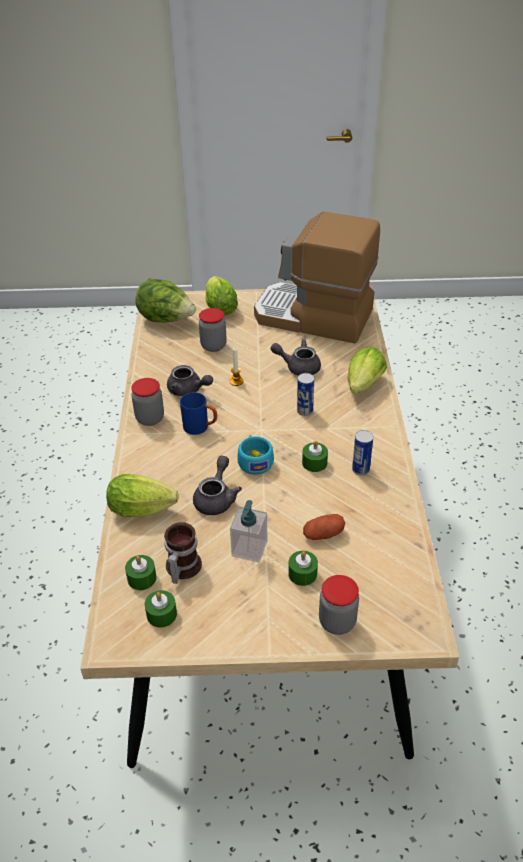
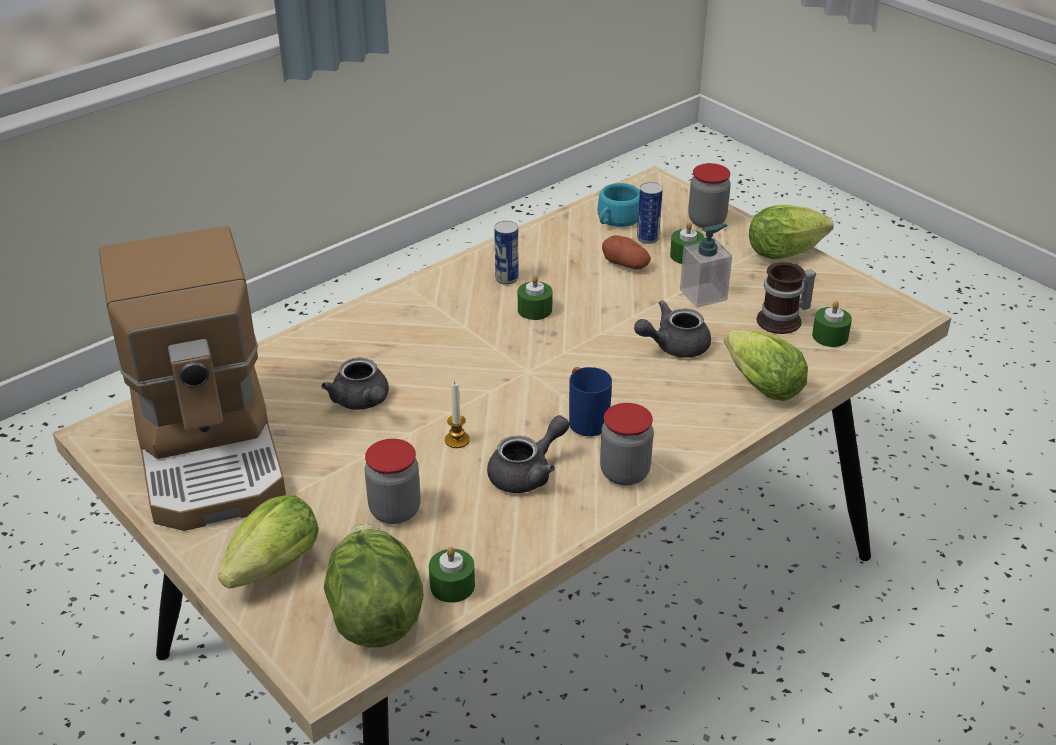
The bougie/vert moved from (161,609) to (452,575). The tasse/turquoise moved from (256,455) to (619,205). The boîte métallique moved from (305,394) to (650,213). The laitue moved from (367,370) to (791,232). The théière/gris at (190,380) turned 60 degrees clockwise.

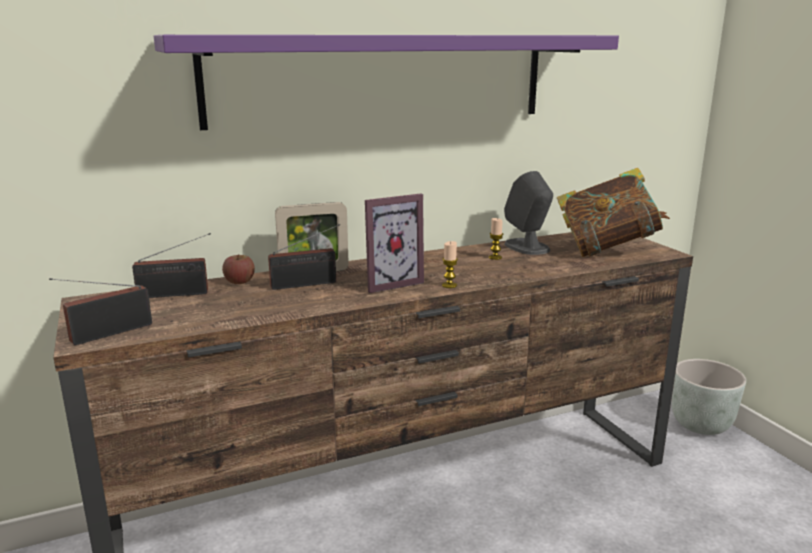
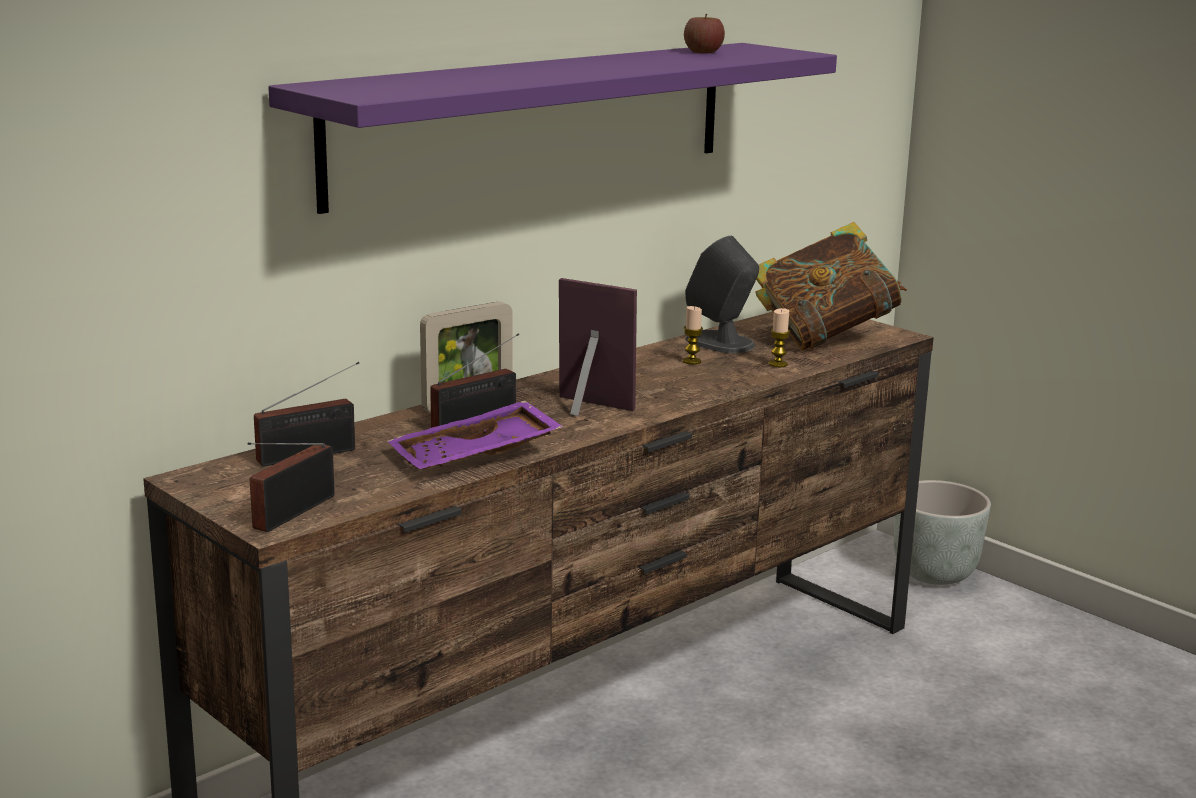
The plateau/violet at (475,434) appeared. The pomme moved from (238,269) to (704,33). The bougie moved from (450,264) to (779,337). The cadre photo at (394,243) turned 105 degrees counterclockwise.

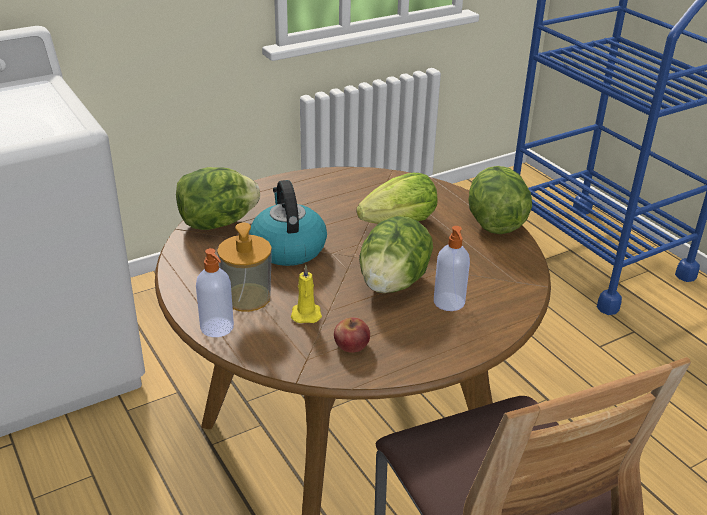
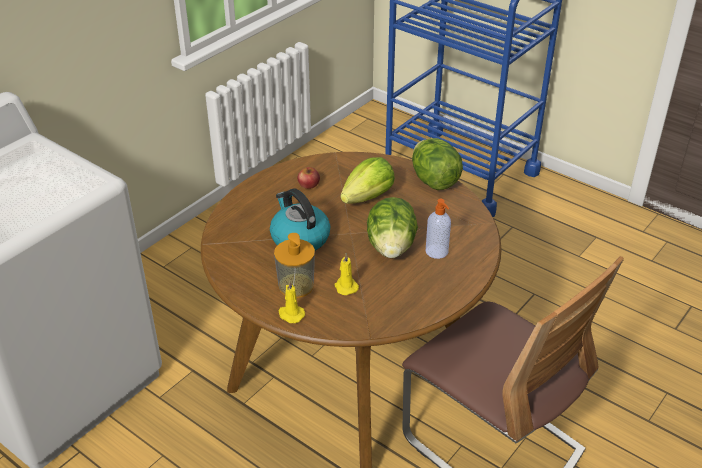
The laitue at (218,198) disappeared. The pomme moved from (352,335) to (309,178). The distributeur de savon at (215,292) was replaced by the bougie/jaune at (292,302).

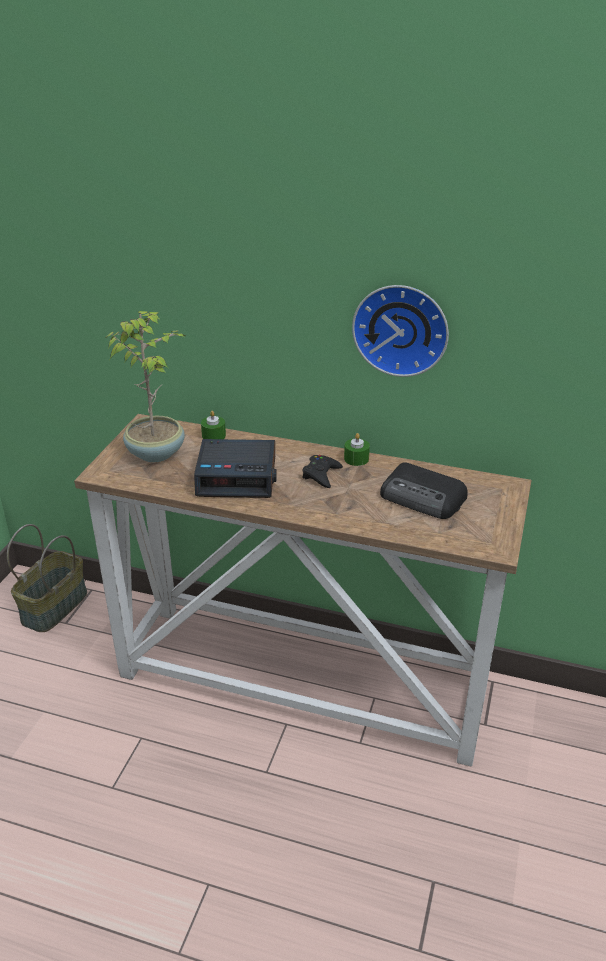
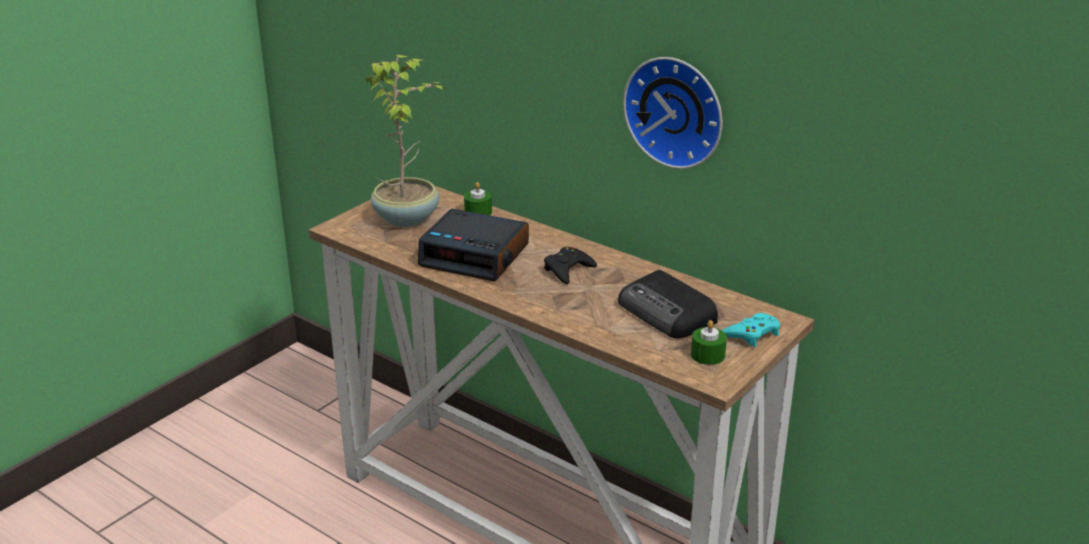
The panier at (47,578) disappeared. The manette/turquoise at (751,330) appeared. The bougie/vert moved from (357,449) to (709,342).

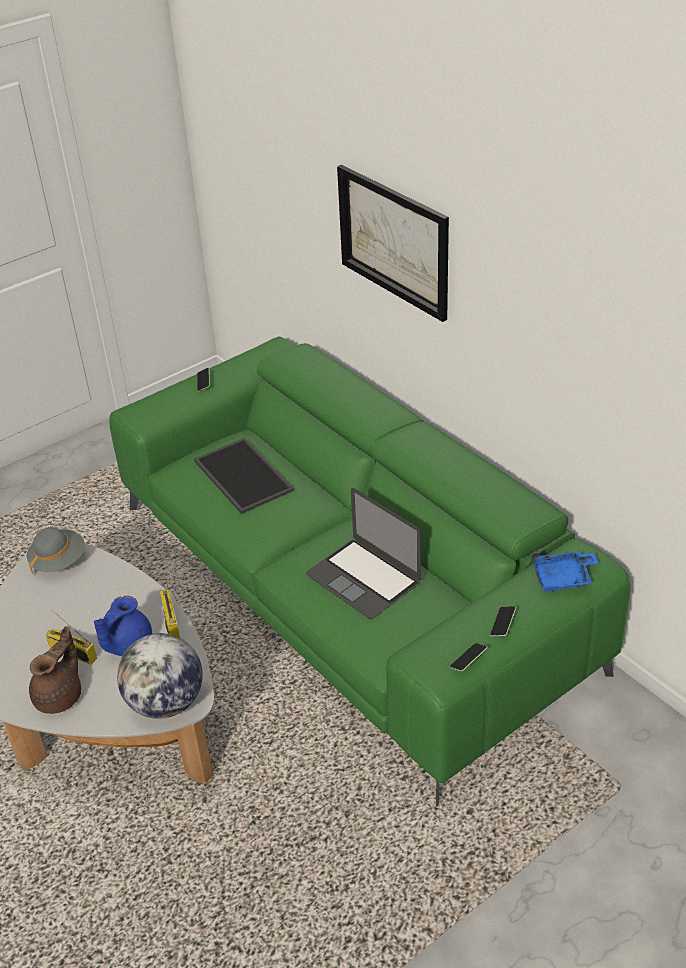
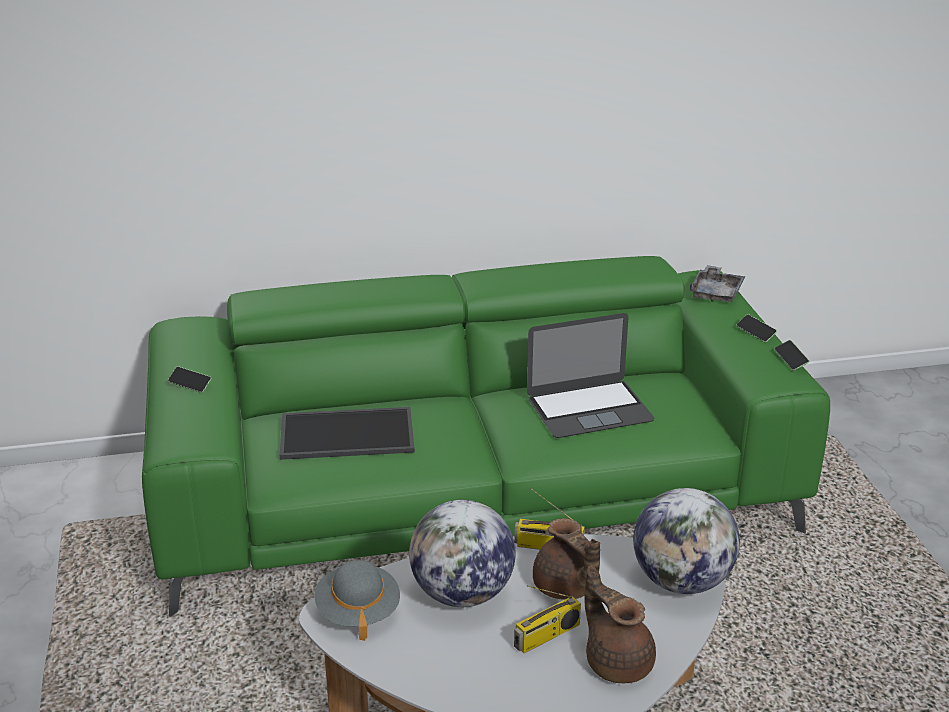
The tableau at (393,243) disappeared. The globe at (462,553) appeared. The théière/bleu at (123,626) became the théière/marron at (566,559). The plateau/bleu at (565,571) became the plateau/gris at (717,283).

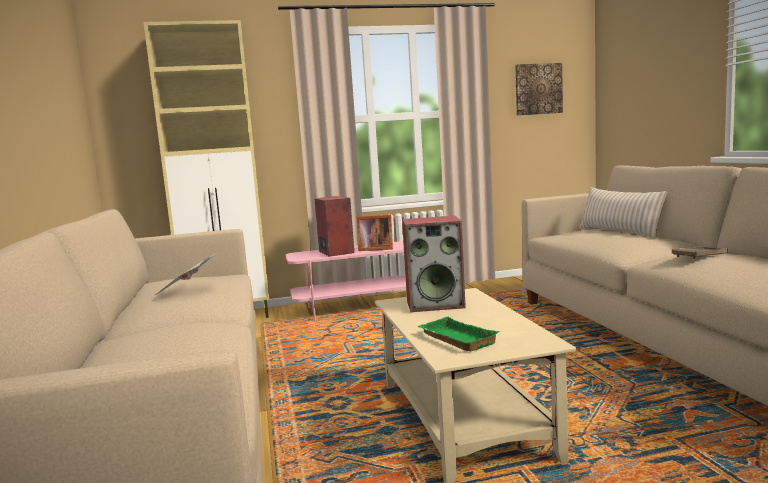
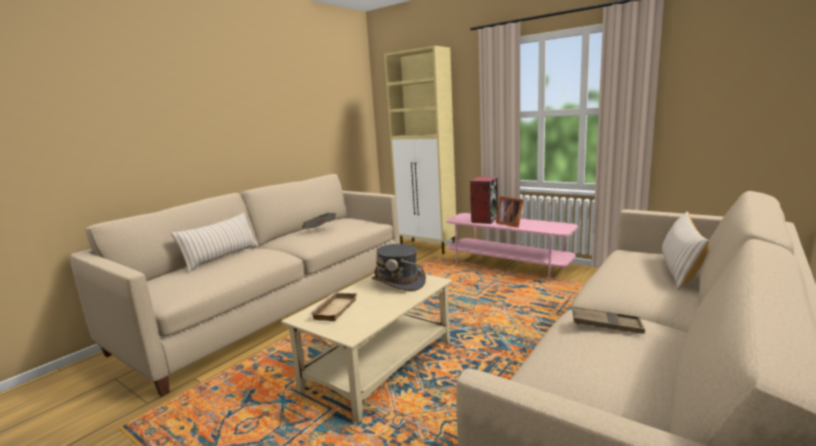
The tableau at (539,89) disappeared. The coussin/beige at (215,242) appeared. The enceinte at (434,264) was replaced by the chapeau/gris at (398,267). The plateau/vert at (458,334) became the plateau/beige at (333,306).

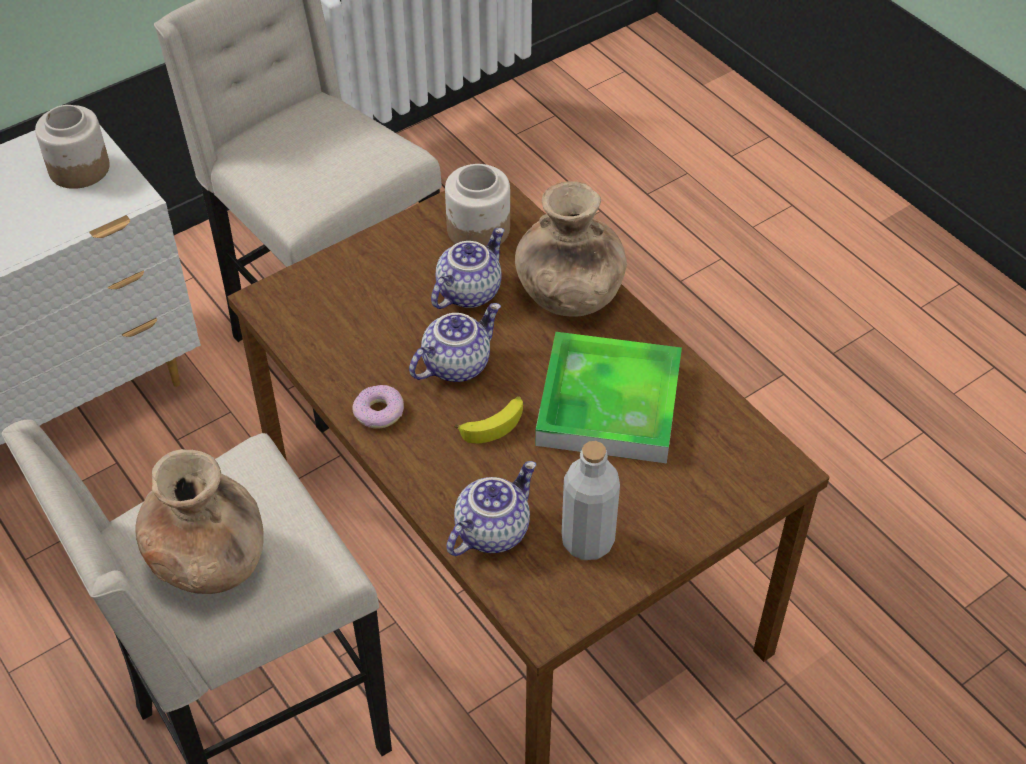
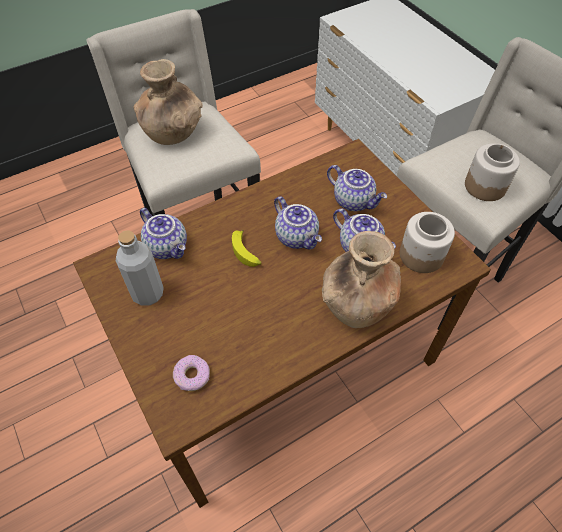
The plateau at (608,397) disappeared. The théière at (357,188) appeared. The bocal moved from (72,147) to (492,172). The beignet moved from (378,407) to (191,373).

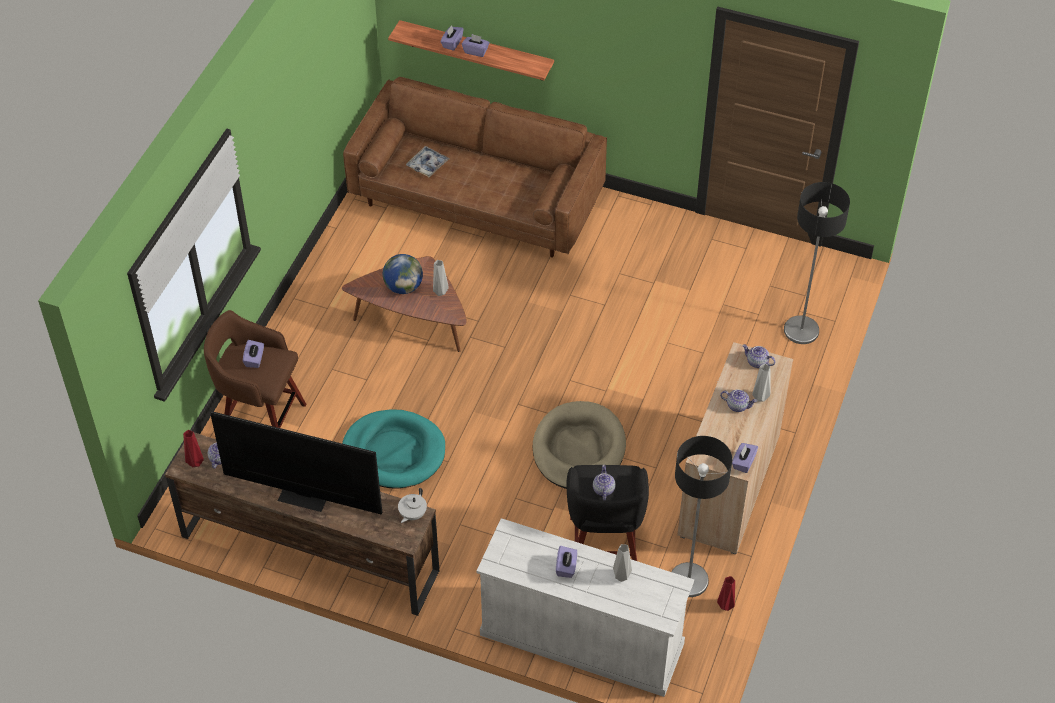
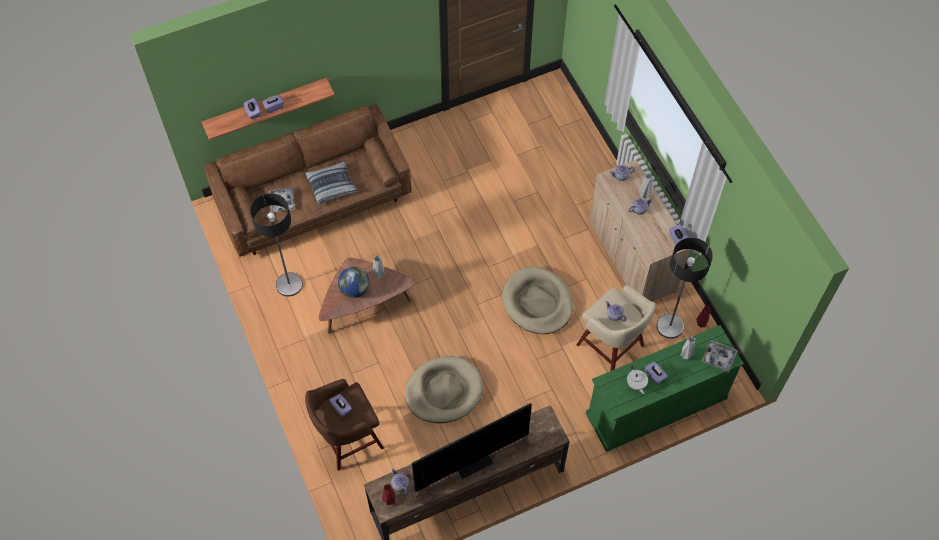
The coussin at (332,183) appeared. The plateau at (720,356) appeared. The théière/blanc moved from (412,505) to (637,379). The lampadaire moved from (817,263) to (276,245). The panier pour chien/turquoise at (393,449) became the panier pour chien/beige at (444,389). The commode/blanc at (585,607) became the commode/vert at (665,388). The tabouret/noir at (608,513) became the tabouret/beige at (616,328).

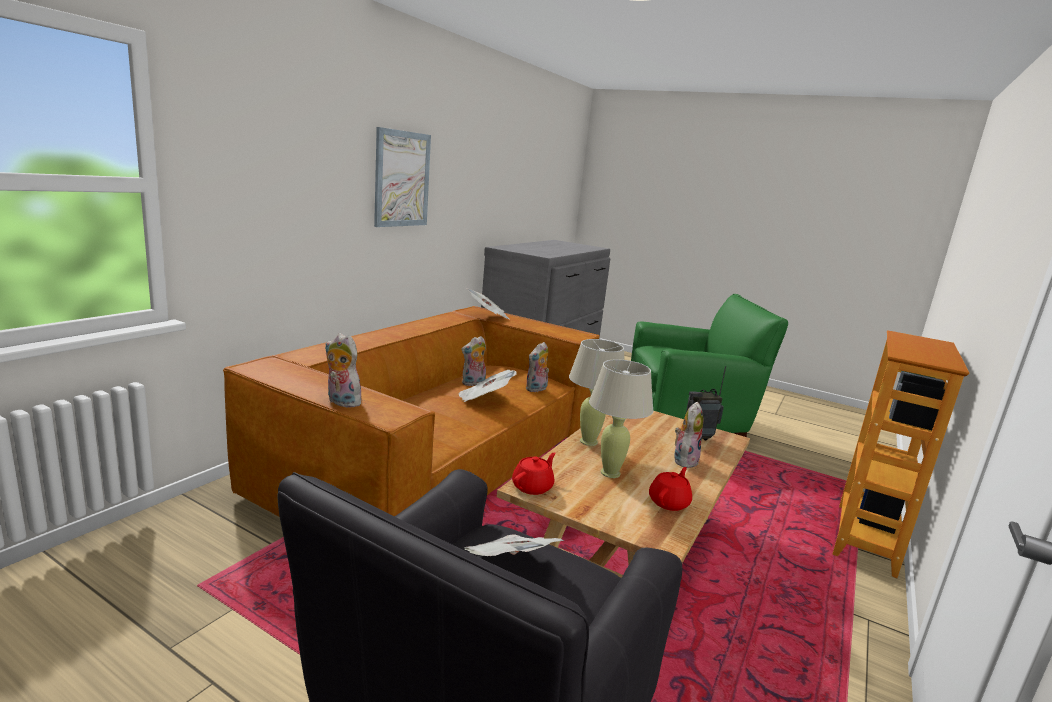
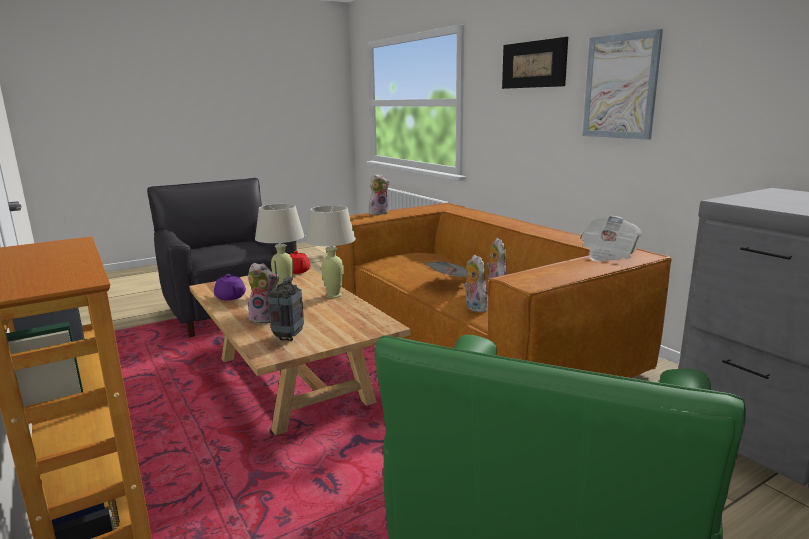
The journal at (515,545) disappeared. The tableau at (535,63) appeared. The théière/rouge at (670,489) became the théière/violet at (230,287). The peluche at (688,435) turned 45 degrees counterclockwise.

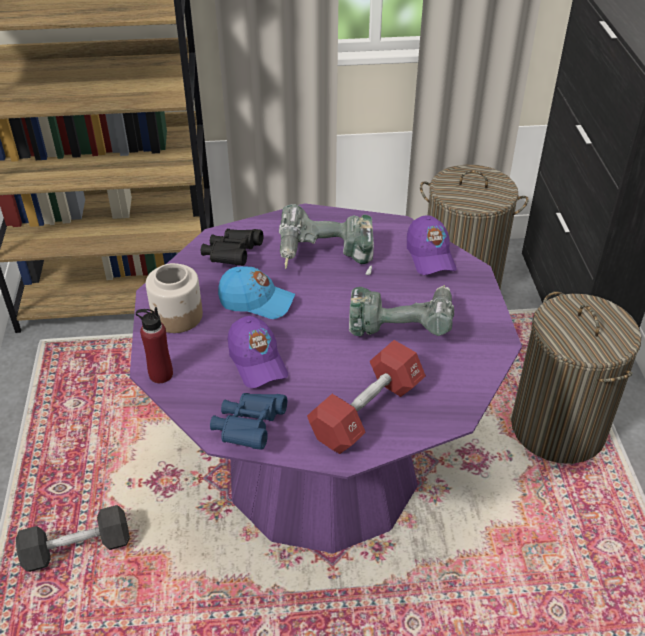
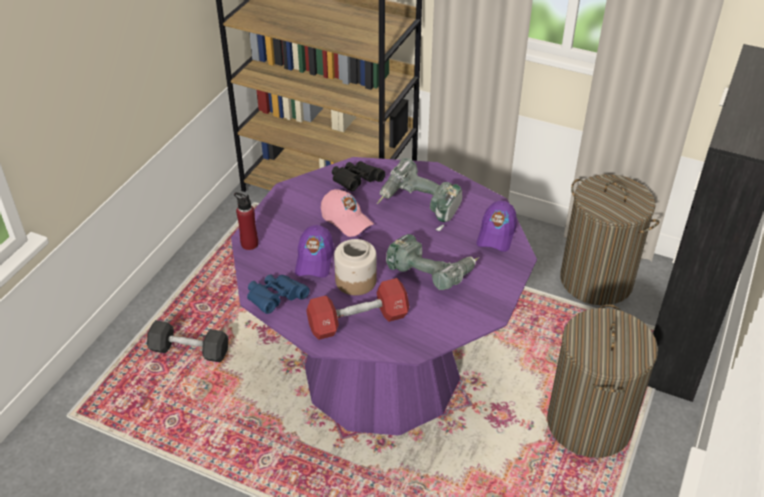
The bocal moved from (174,298) to (355,267). The casquette/bleu at (256,292) became the casquette/rose at (347,213).

